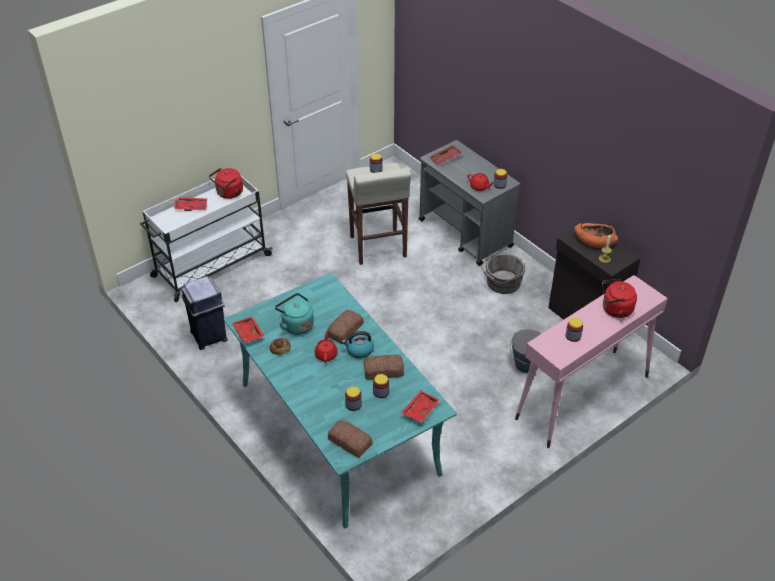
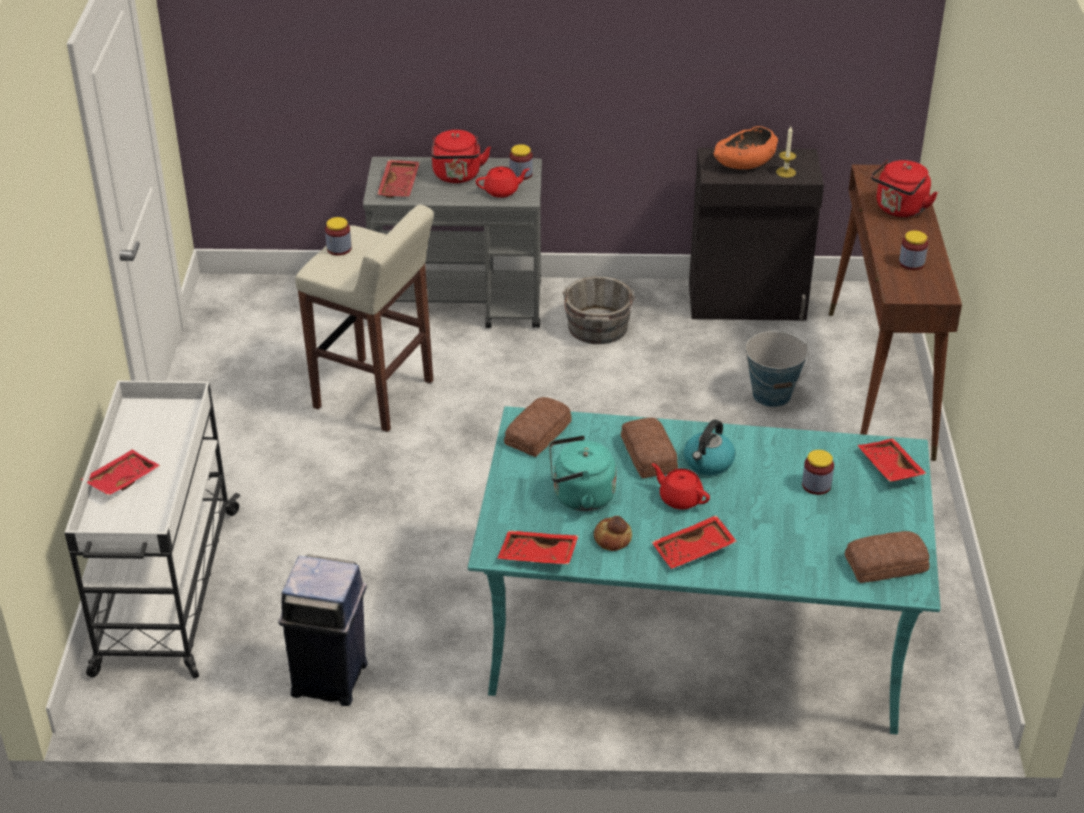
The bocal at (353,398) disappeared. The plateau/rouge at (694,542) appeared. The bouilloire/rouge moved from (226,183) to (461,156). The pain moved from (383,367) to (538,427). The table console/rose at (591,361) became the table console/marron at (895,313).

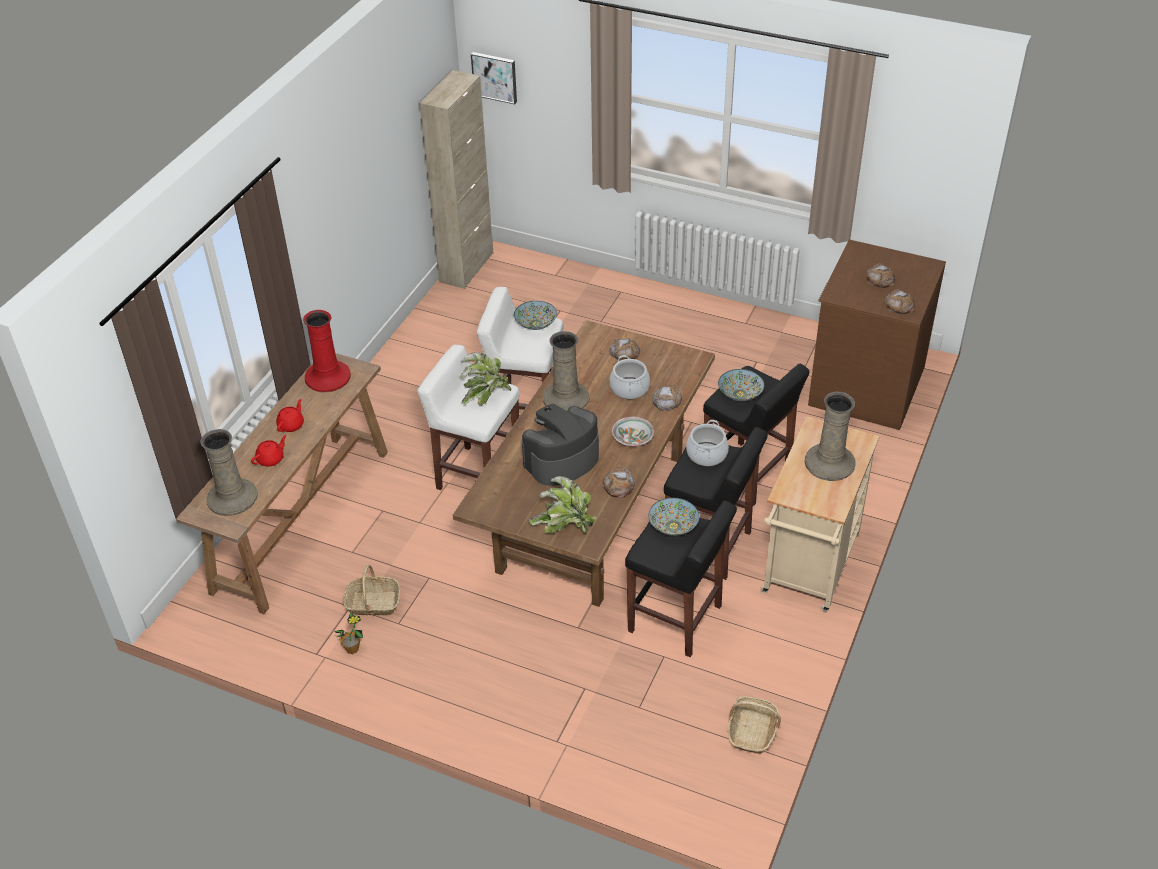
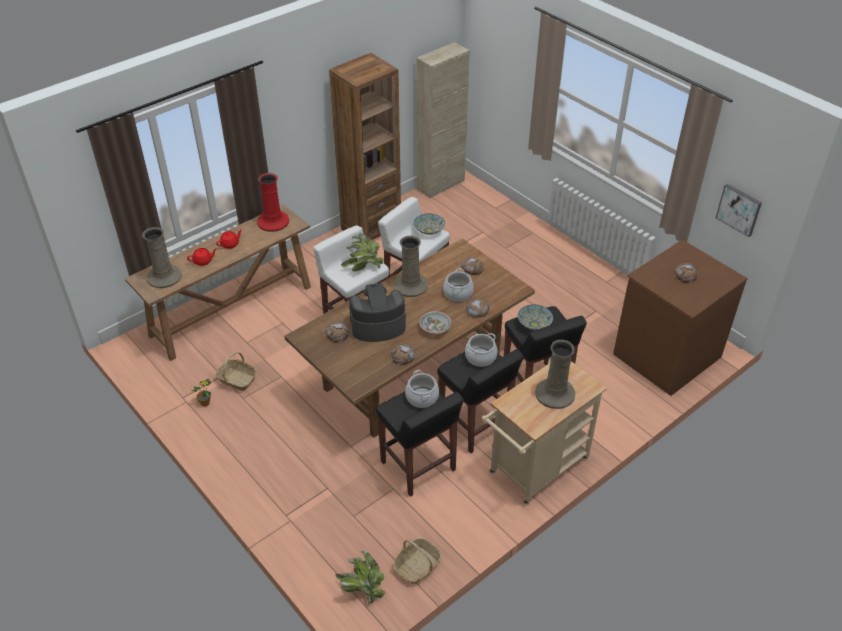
The bibliothèque/marron at (365,146) appeared. The tableau moved from (494,78) to (739,210). The plante en pot moved from (562,505) to (360,577). The pain moved from (899,301) to (337,331). The bol at (673,517) was replaced by the marmite at (422,389).

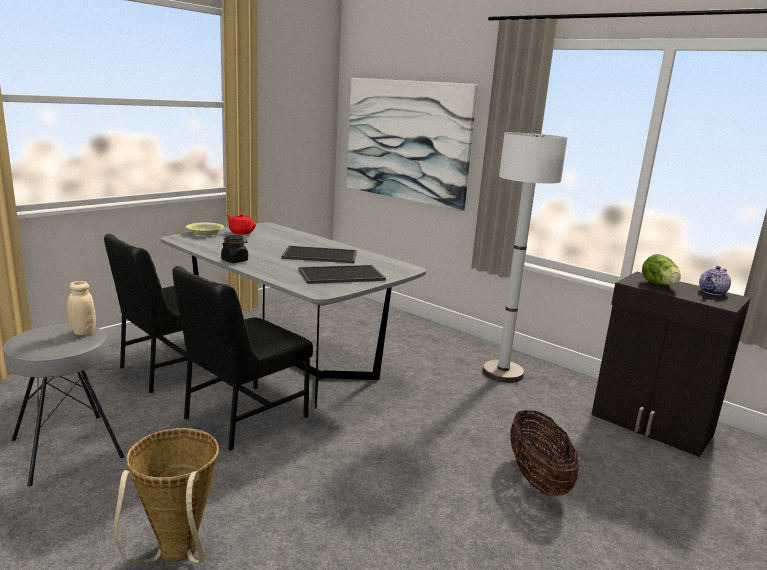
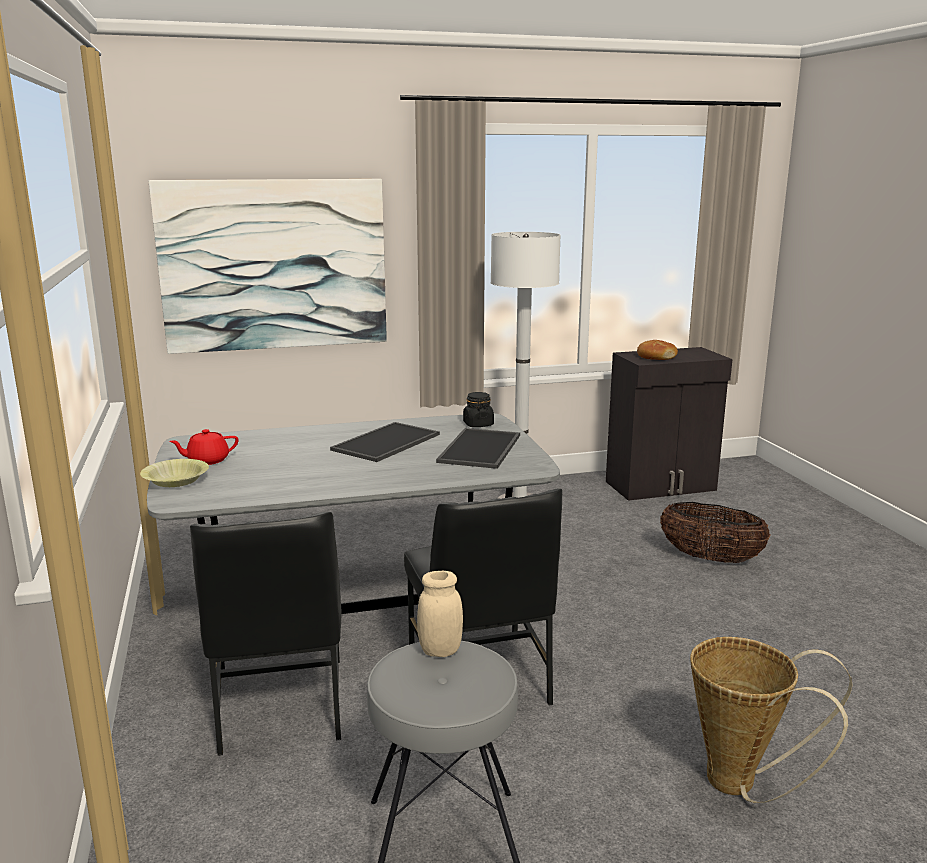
The théière at (715,280) disappeared. The bocal/noir moved from (234,249) to (478,409). The laitue at (661,269) was replaced by the pain at (657,350).

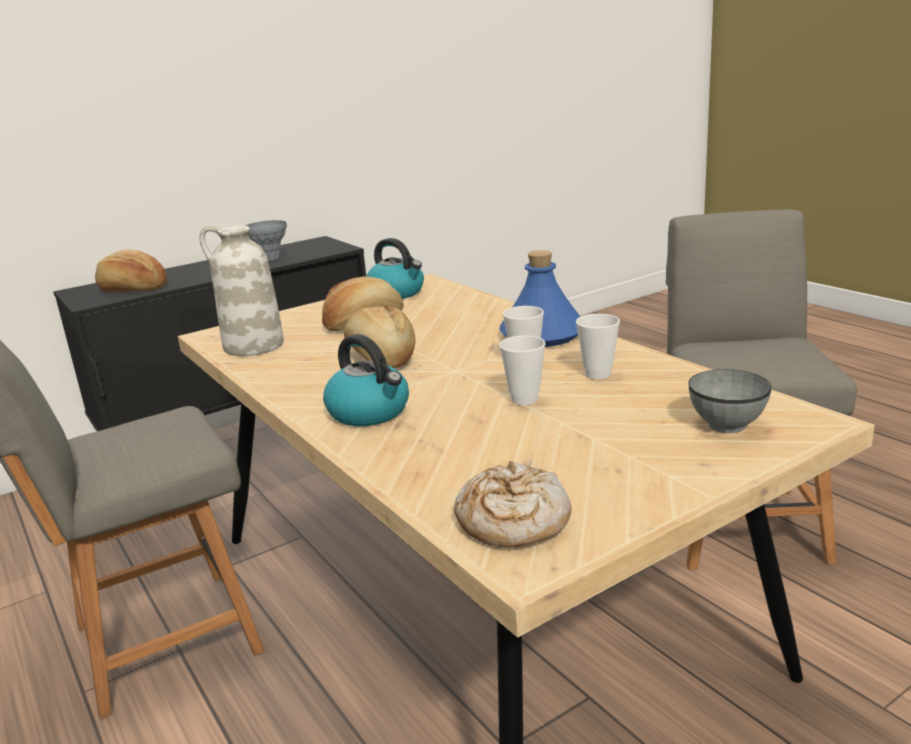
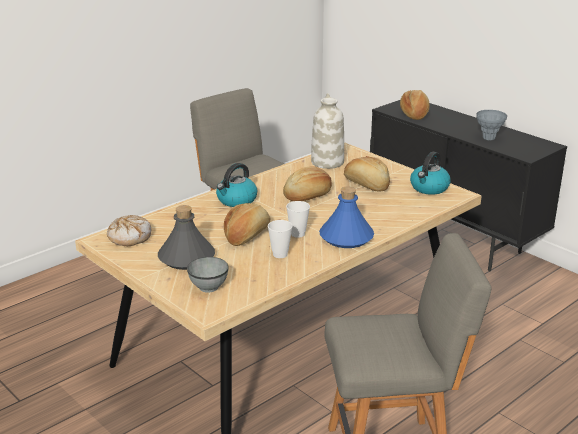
The bouteille/gris at (186,237) appeared. The tasse at (522,370) was replaced by the pain at (247,224).

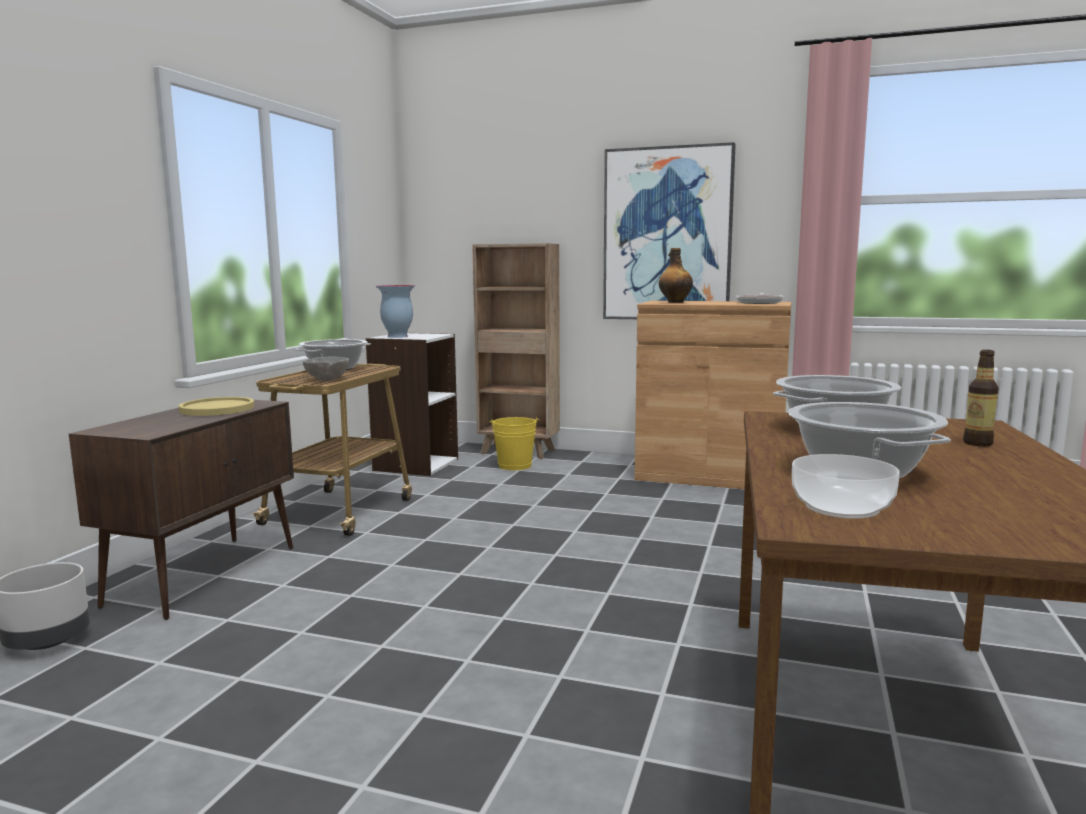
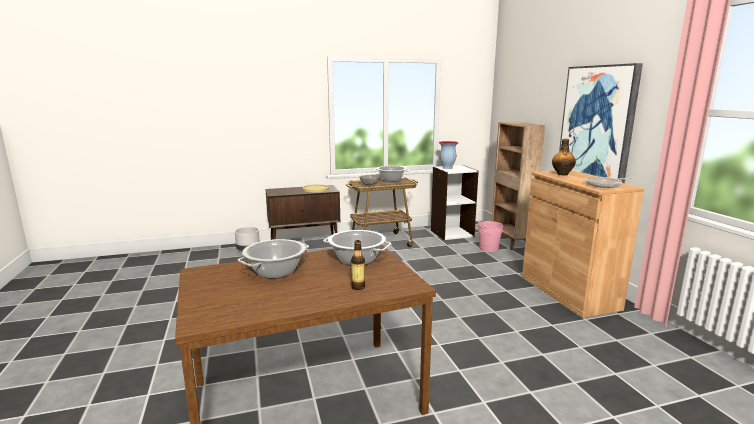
The bol at (846,486) disappeared. The seau/jaune at (515,443) became the seau/rose at (490,236).

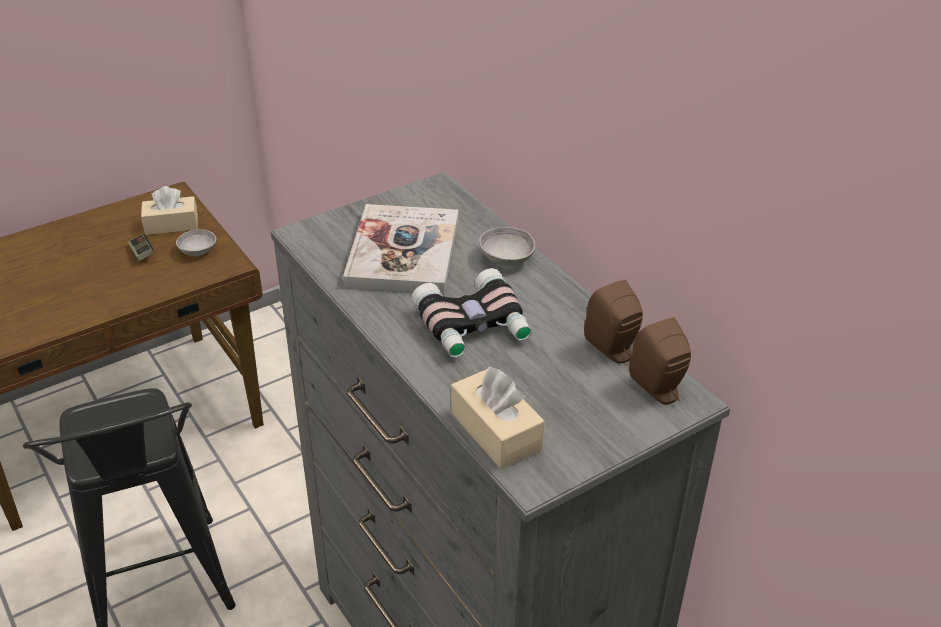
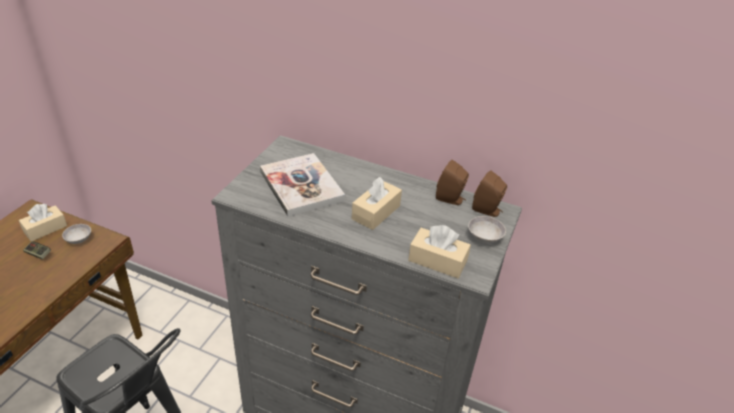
The bol/gris moved from (507,246) to (487,229). The jumelles at (471,312) was replaced by the boîte à mouchoirs/beige at (377,203).

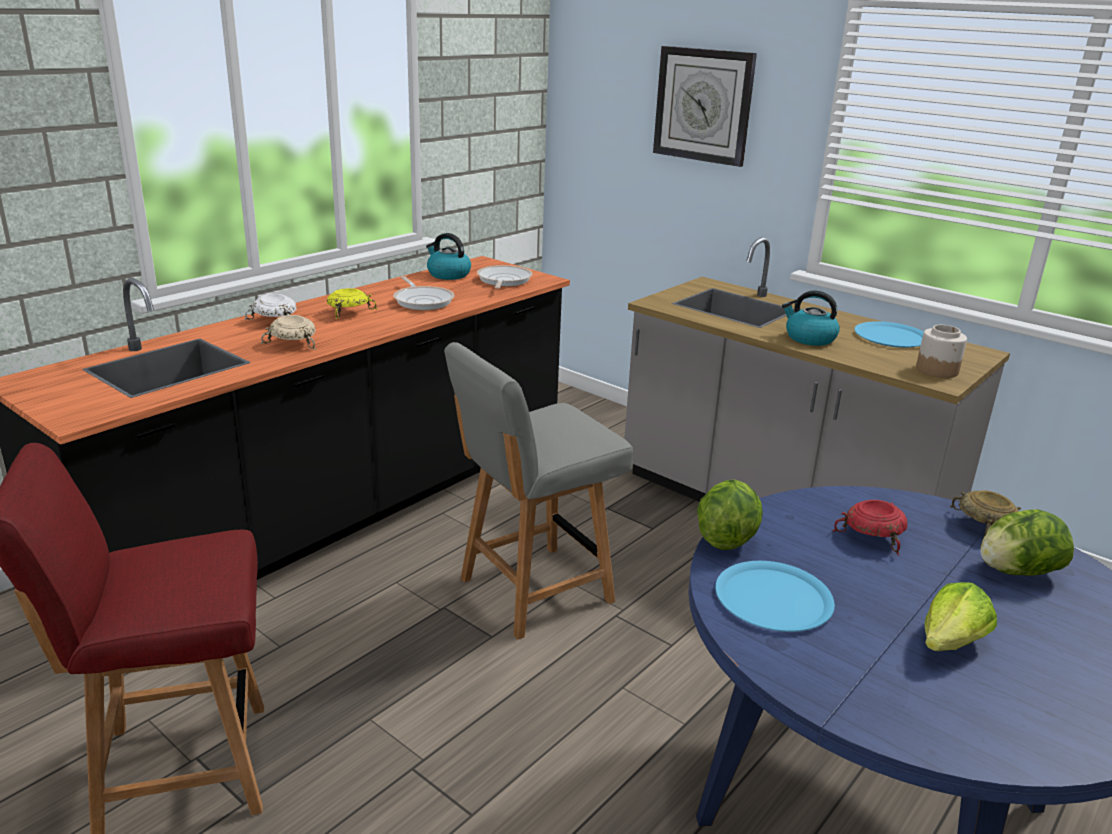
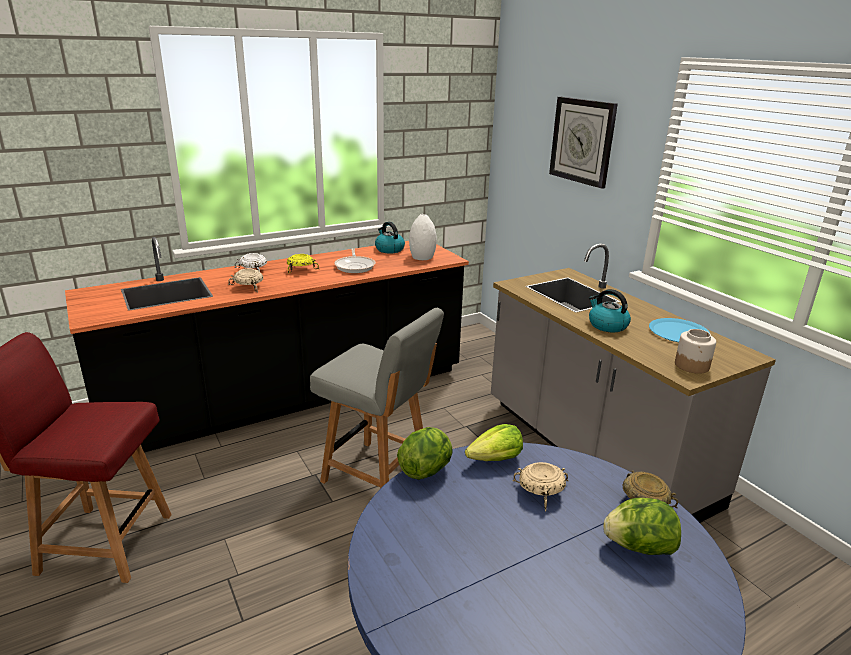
The assiette/bleu at (775,596) disappeared. The laitue moved from (961,616) to (494,442). The poêle at (504,277) was replaced by the vase/blanc at (423,237). The bol/rouge at (870,527) became the bol/beige at (540,486). The chaise/gris at (538,491) turned 135 degrees counterclockwise.

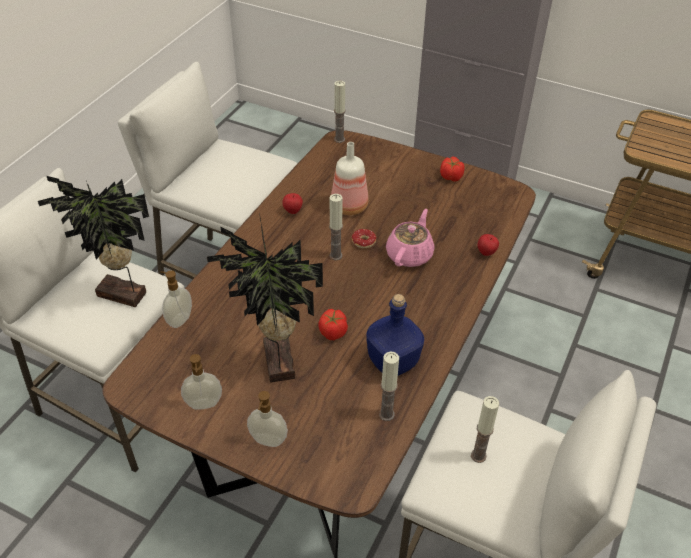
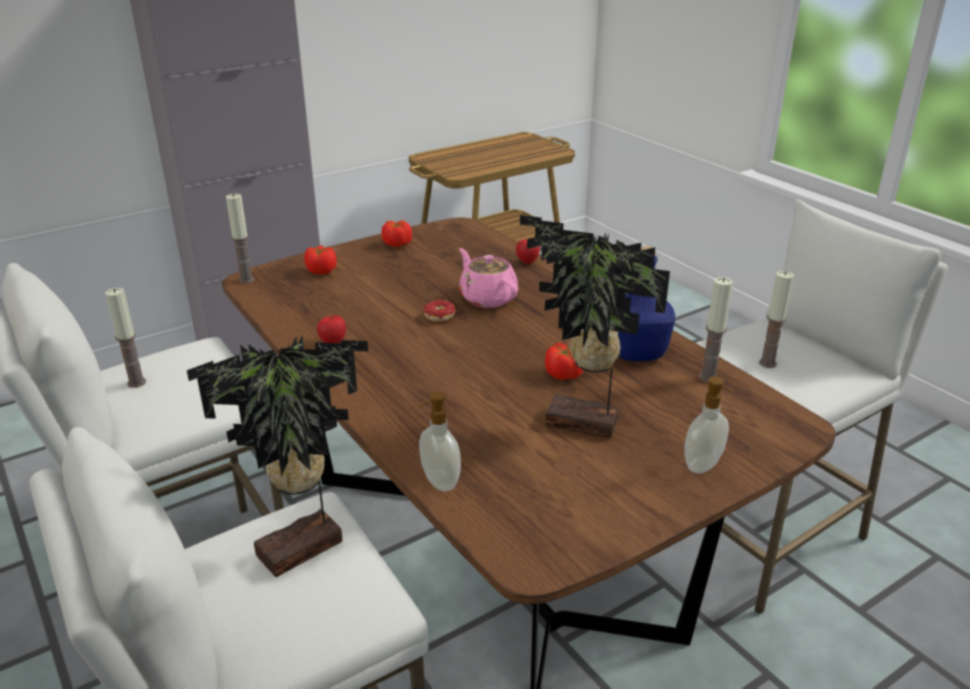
The distributeur de savon at (201,382) disappeared. The bouteille at (350,178) disappeared. The tomate at (320,260) appeared. The bougie moved from (336,227) to (125,338).

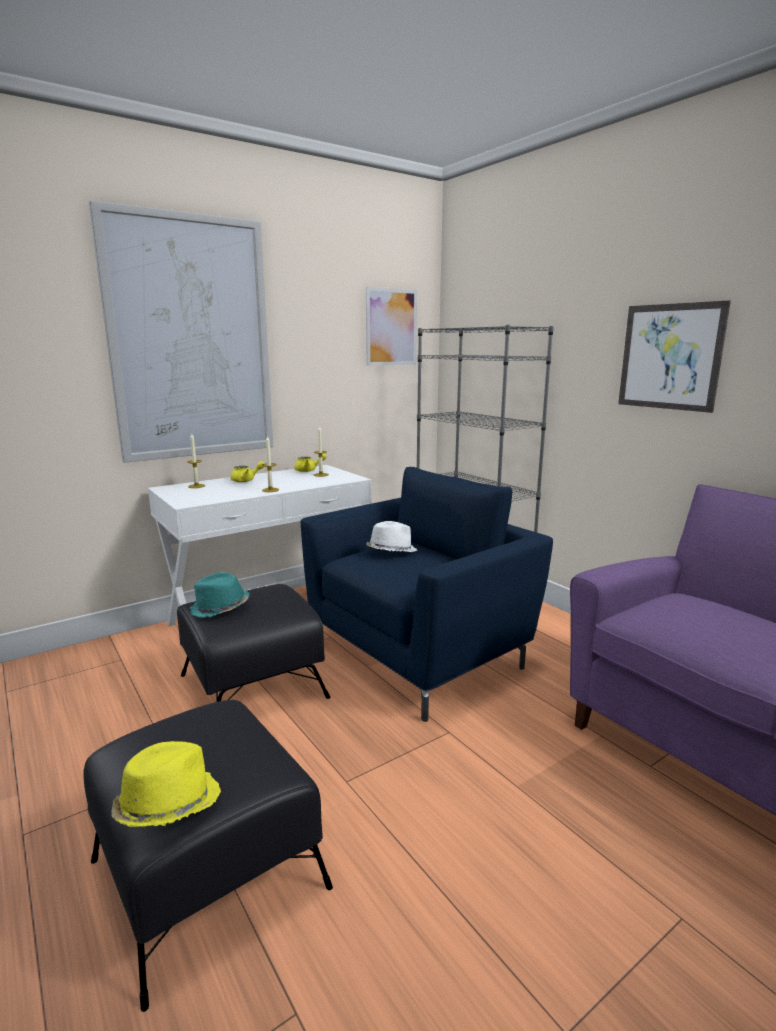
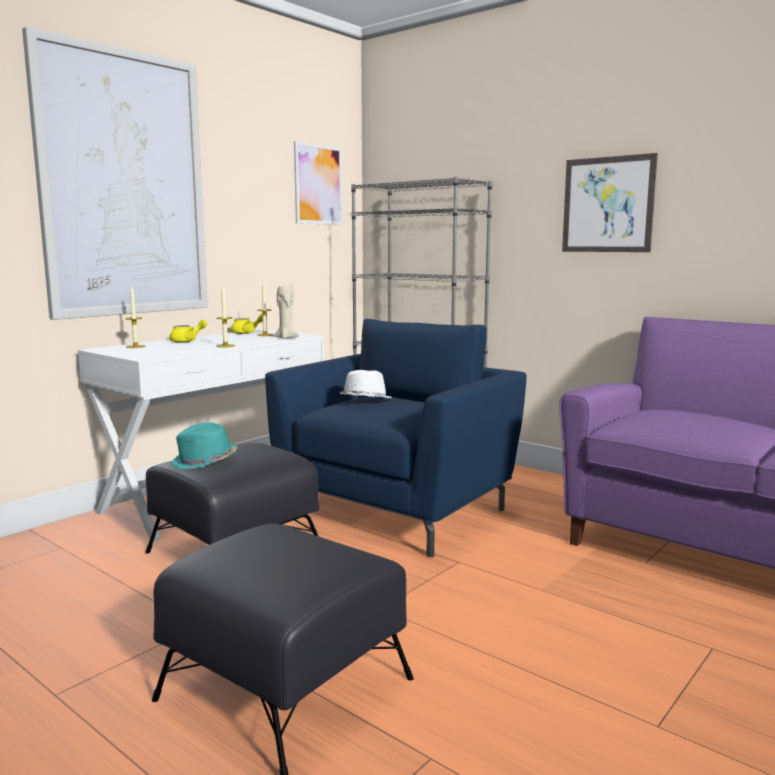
The chapeau/jaune at (166,784) disappeared. The bougie/beige at (286,311) appeared.

